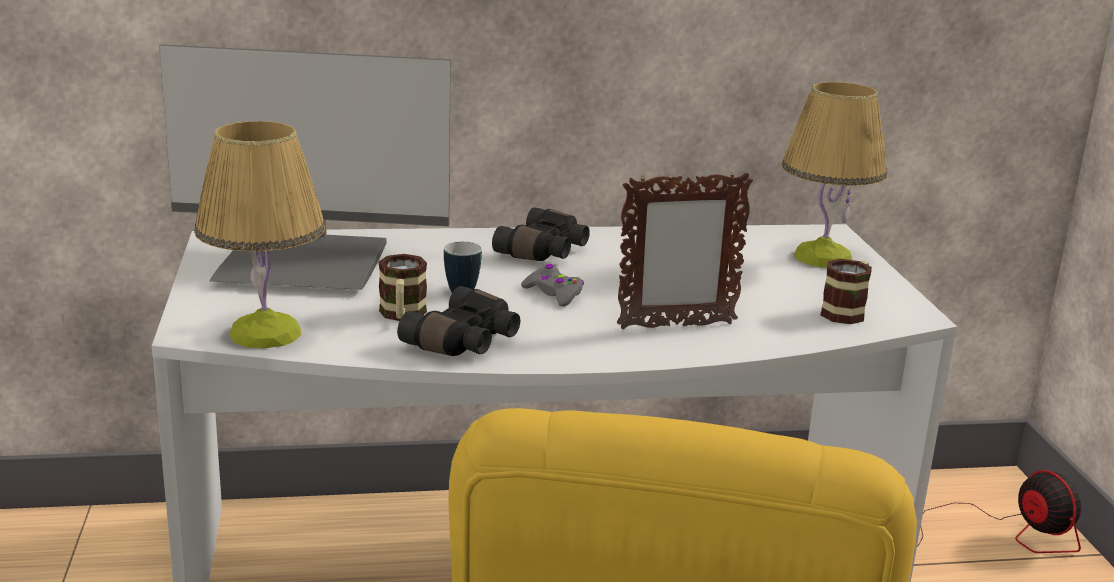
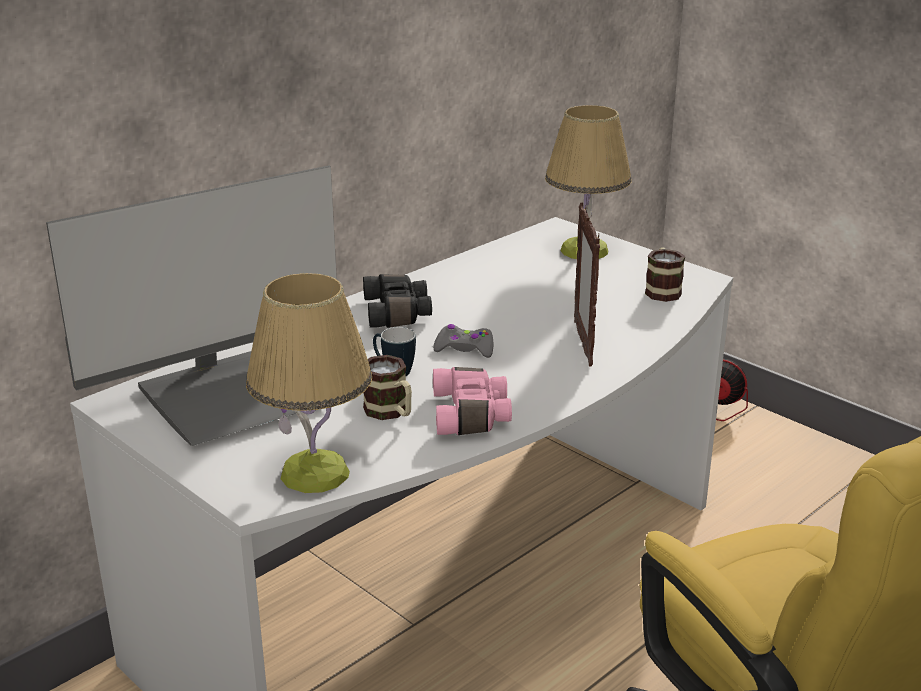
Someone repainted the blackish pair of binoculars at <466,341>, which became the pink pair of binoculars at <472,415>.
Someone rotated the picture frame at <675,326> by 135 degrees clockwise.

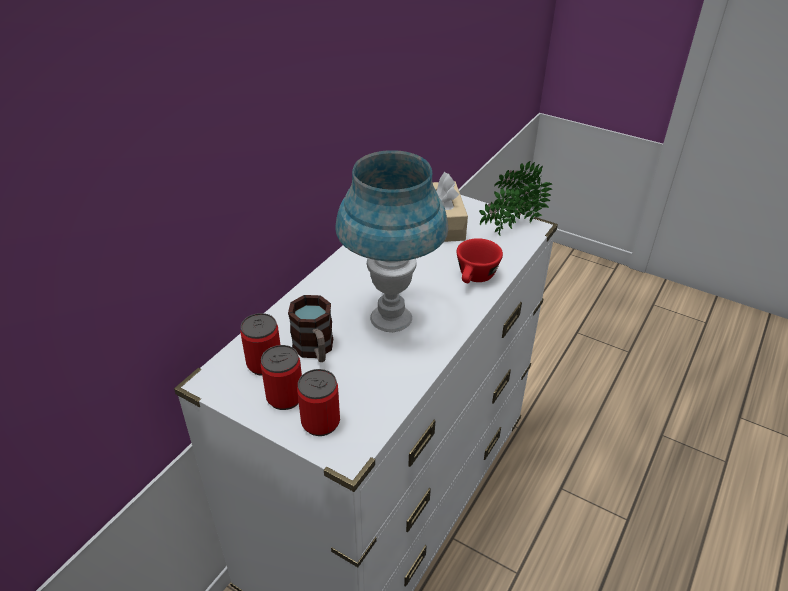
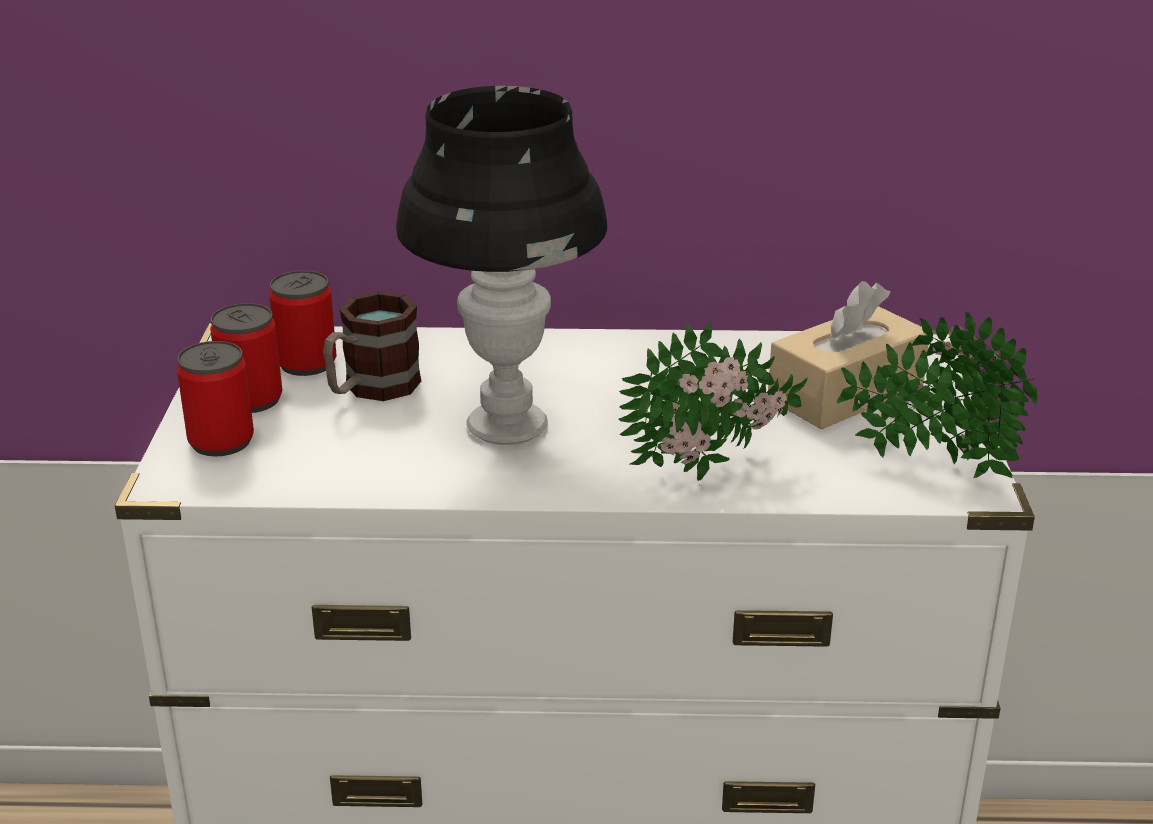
Someone repainted the blue-coloured lamp for a table at <391,319>, which became the blackish lamp for a table at <506,426>.
Someone swapped the reddish drinking cup at <475,278> for the plant in a pot at <714,471>.

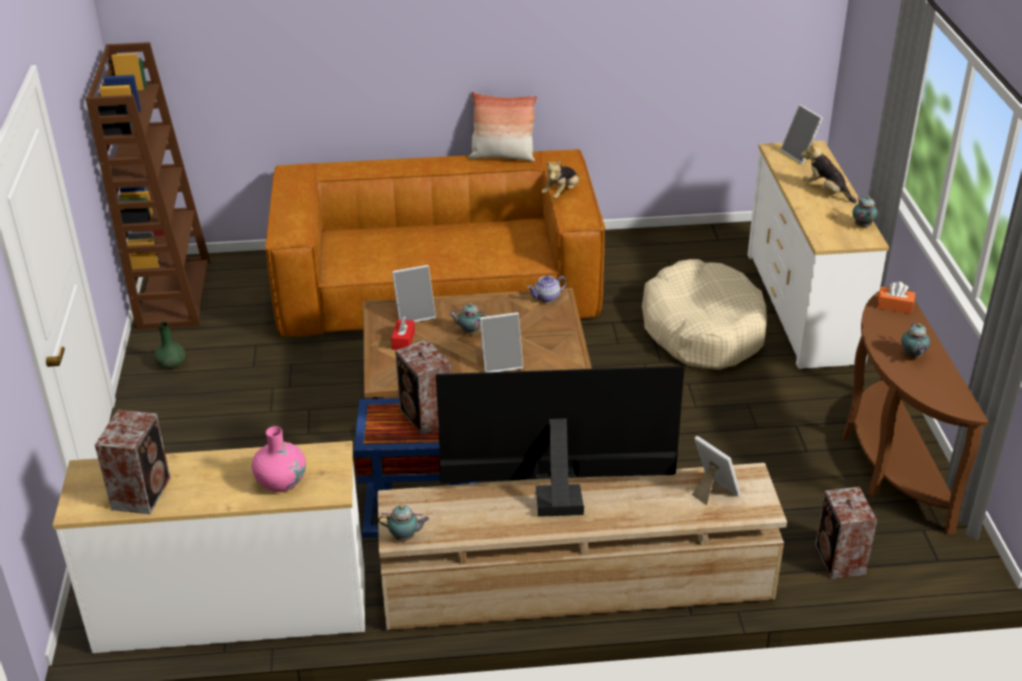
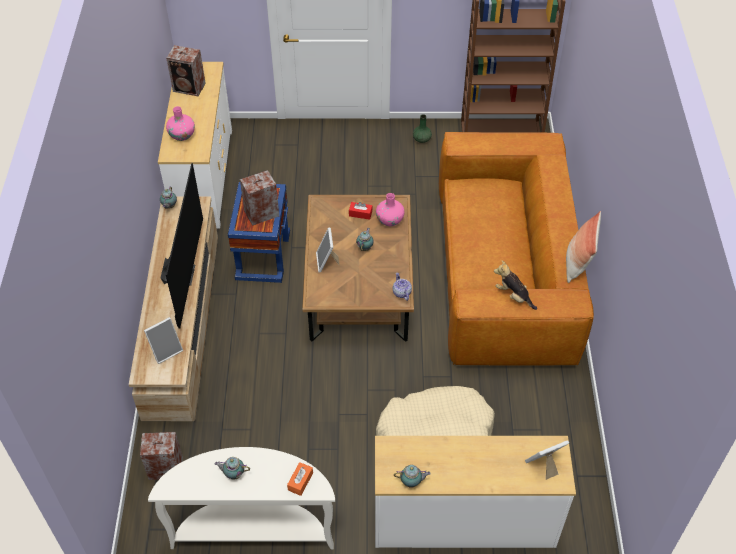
Someone swapped the picture frame at <415,314> for the pink decorative vase at <390,220>.
Someone took away the soft toy at <826,191>.
Someone repainted the brownish console table at <888,462>, which became the white console table at <253,528>.

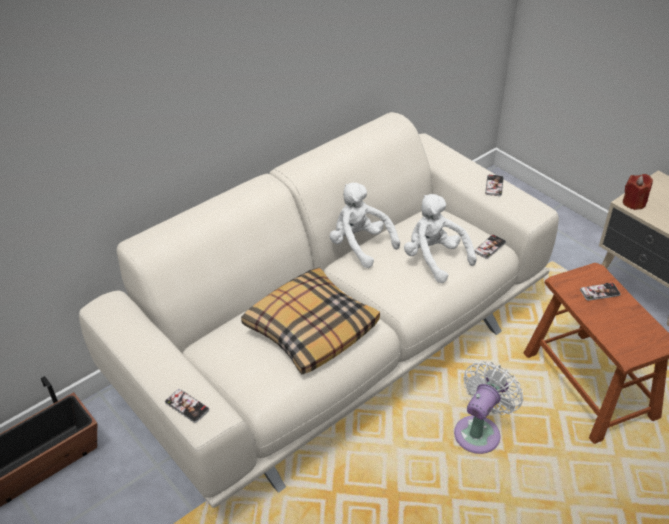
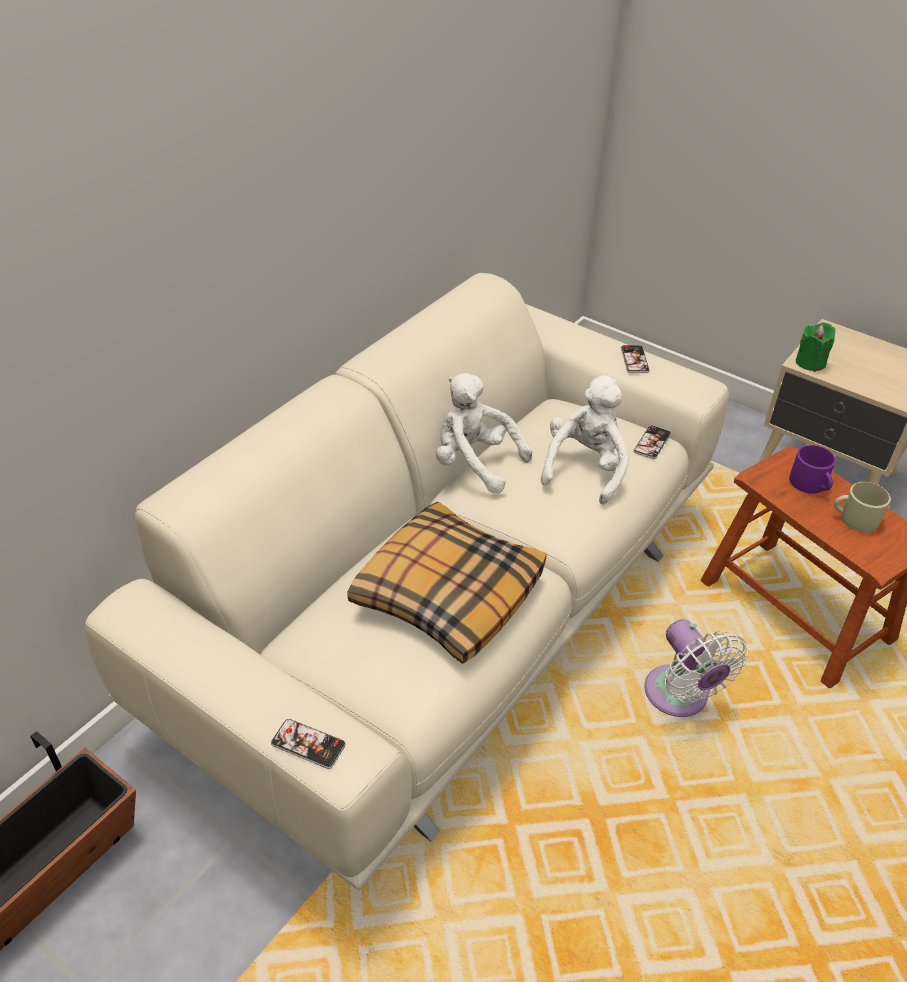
Someone rotated the white soft toy at <434,258> by 75 degrees clockwise.
Someone rotated the white cooling fan at <479,431> by 135 degrees clockwise.
Someone swapped the phone at <599,292> for the purple-coloured mug at <810,484>.
Someone repainted the reddish wax candle at <634,203>, which became the greenish wax candle at <810,363>.
Someone put down the beige-coloured mug at <854,518>.

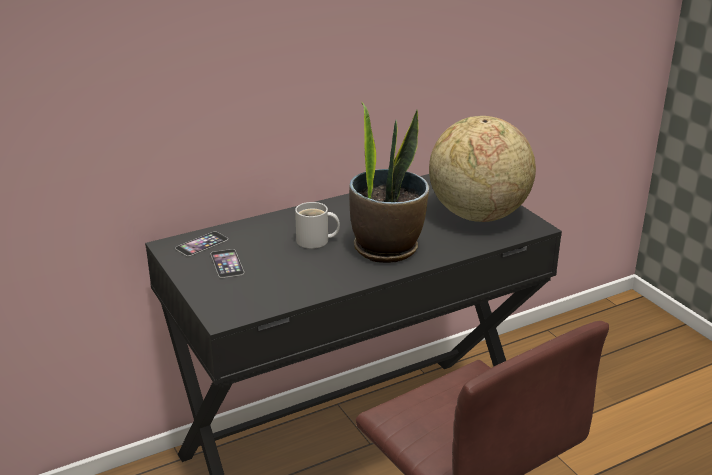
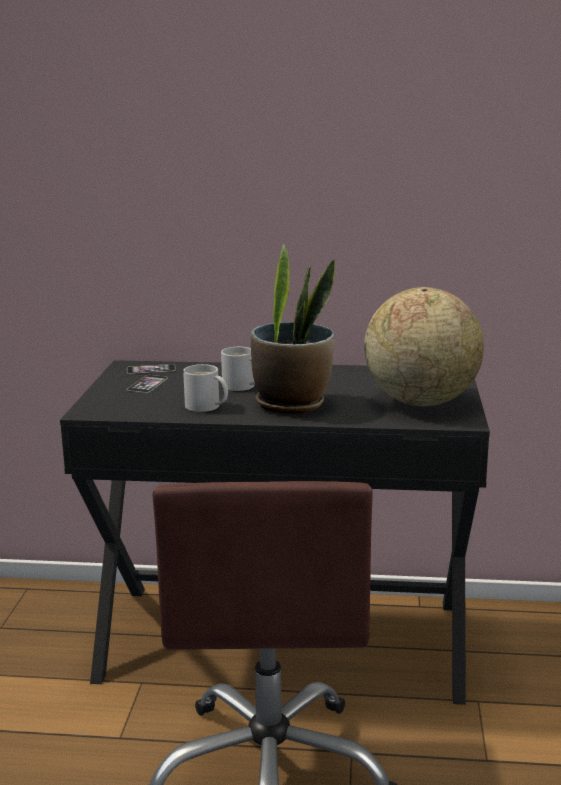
Someone put down the white mug at <204,407>.

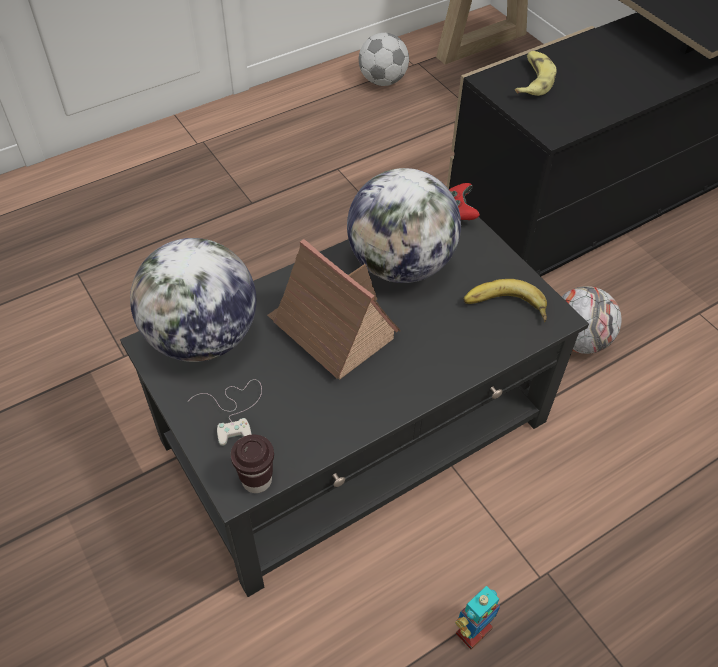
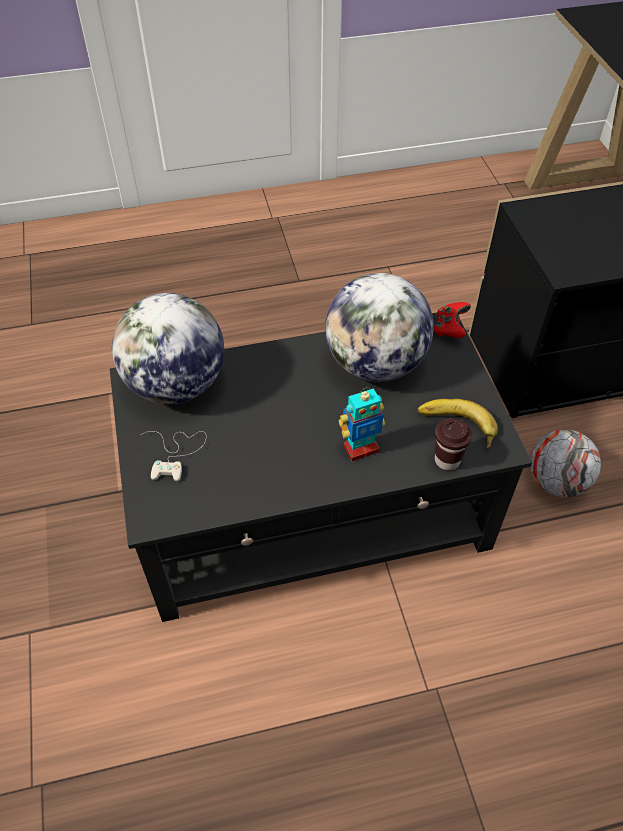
Someone carried the brownish drinking cup from <257,480> to <447,460>.
Someone took away the miniature house at <331,329>.
Someone took away the football ball at <383,81>.
Someone carried the toy robot from <473,630> to <361,448>.
Someone took away the whole banana at <533,80>.

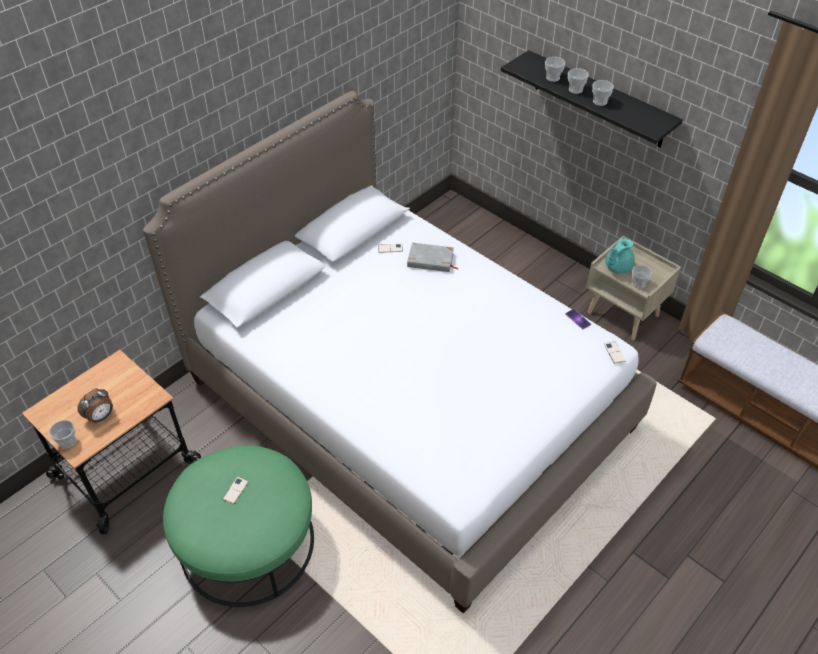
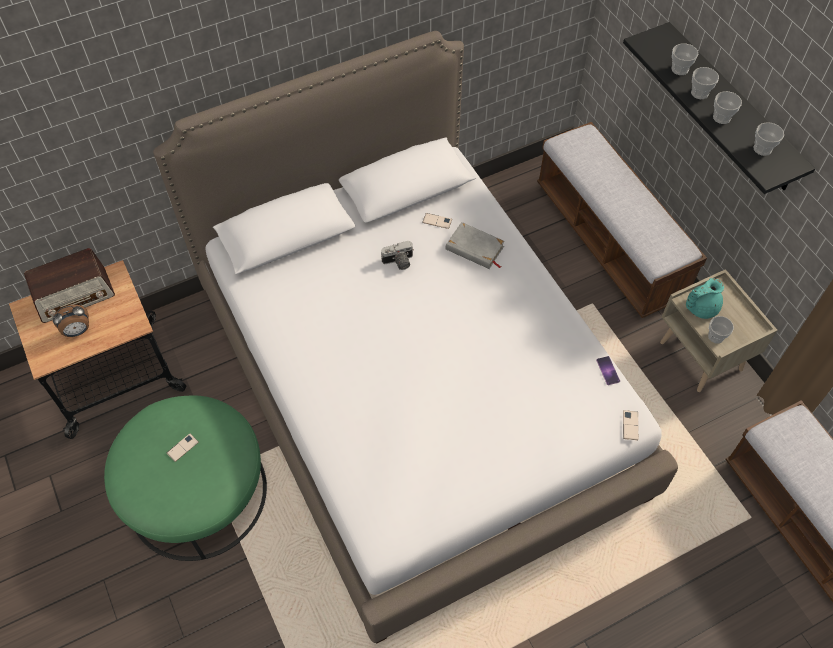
Someone carried the drinking cup from <67,442> to <762,149>.
Someone put down the radio receiver at <75,295>.
Someone put down the still camera at <398,262>.
Someone put down the long seat at <609,241>.

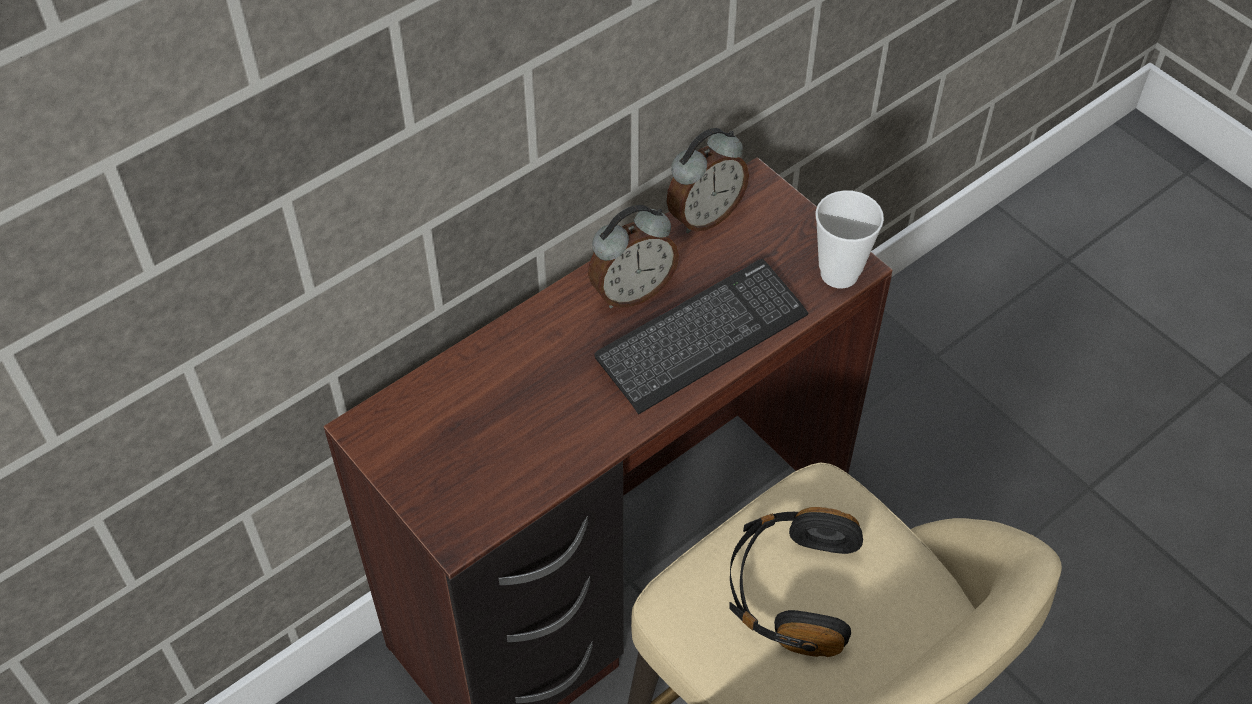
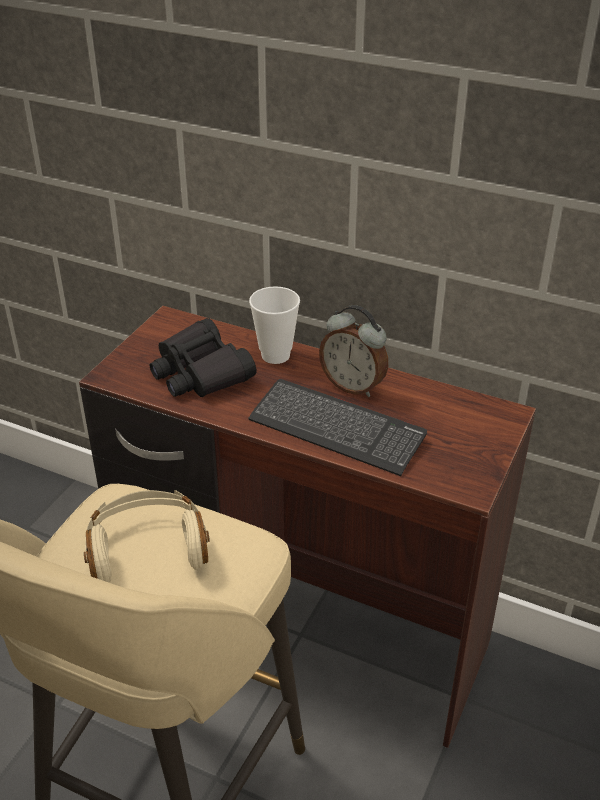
Someone took away the bedside clock at <704,216>.
Someone repainted the blackish headphones at <790,590>, which became the beige-coloured headphones at <147,548>.
Someone carried the drinking cup from <839,273> to <275,355>.
Someone put down the blackish pair of binoculars at <200,373>.

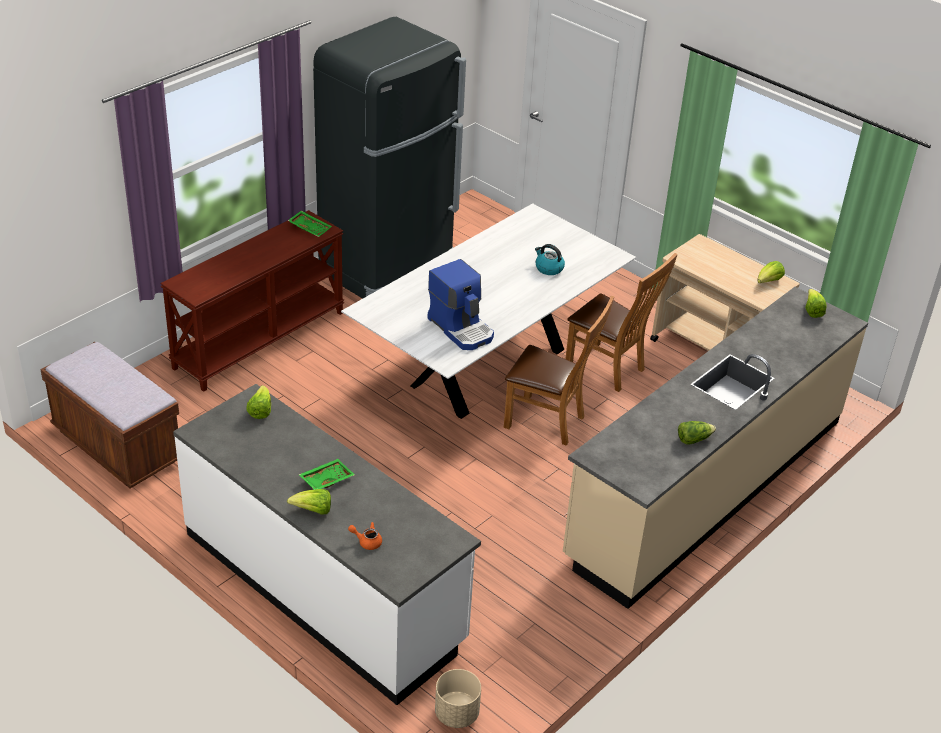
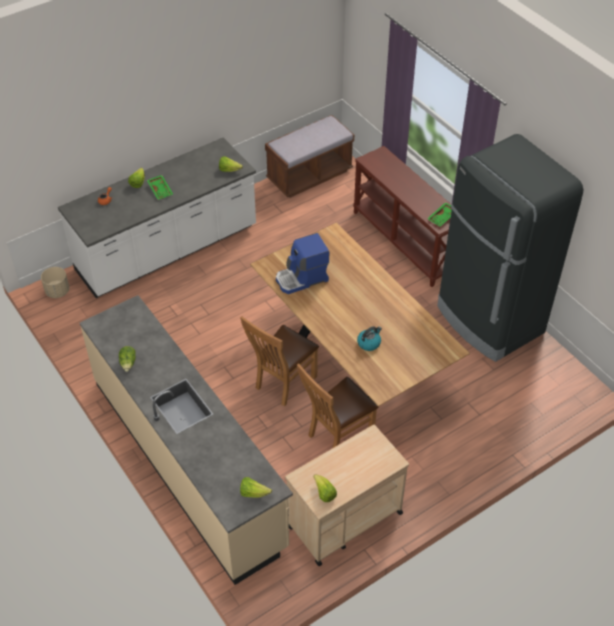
Someone repainted the white kitchen table at <487,368>, which became the brownish kitchen table at <352,359>.

